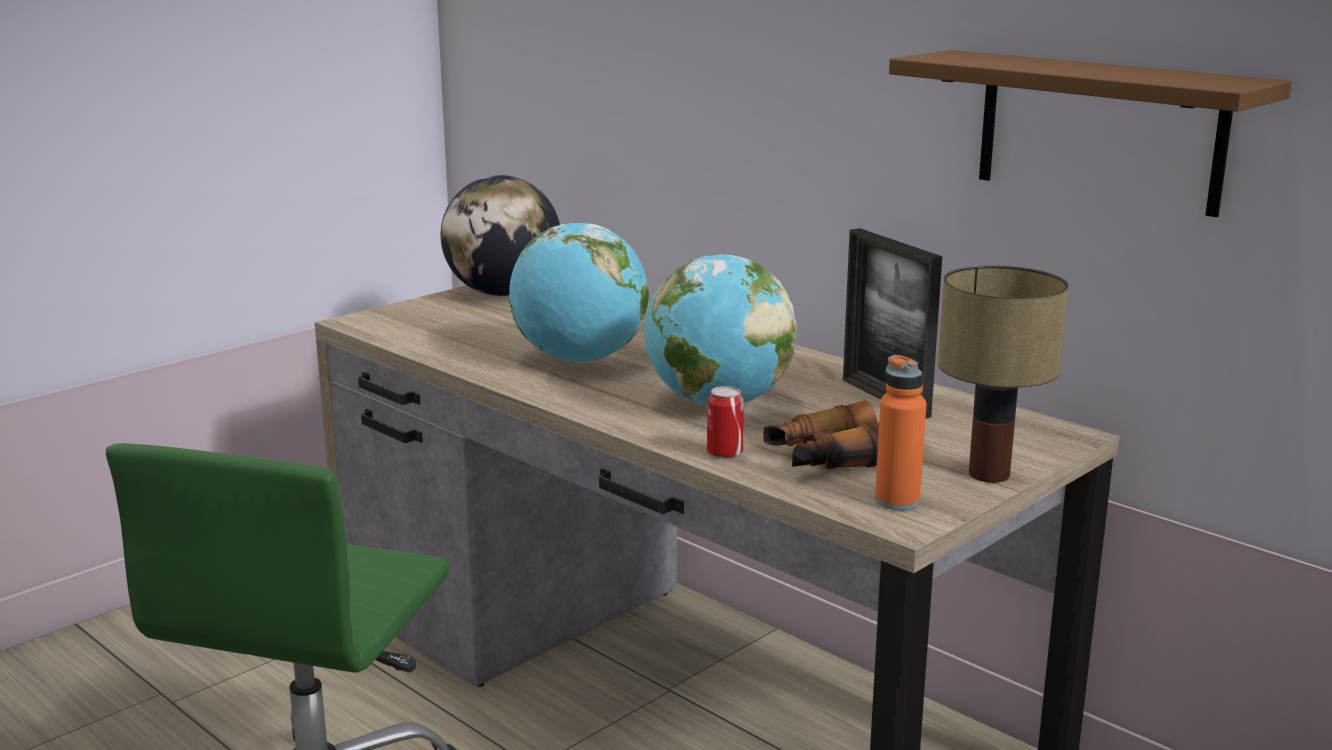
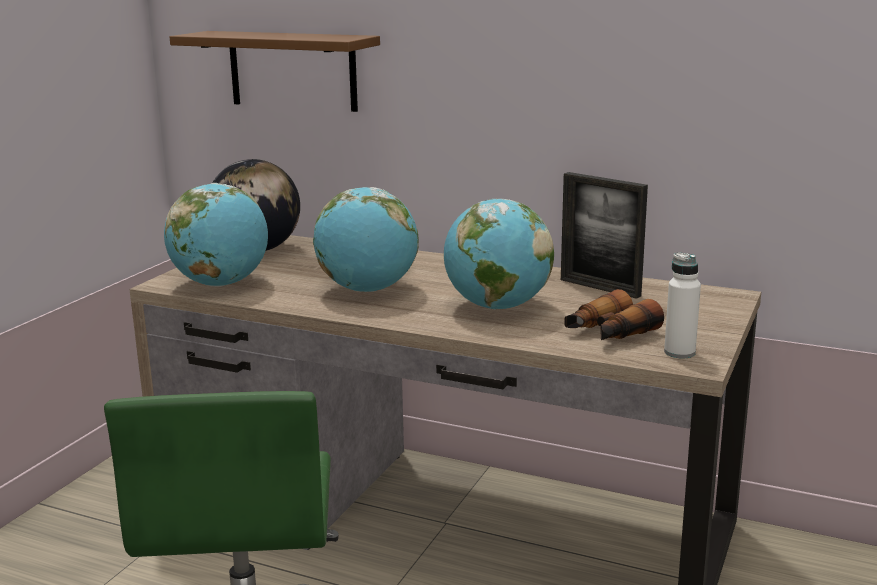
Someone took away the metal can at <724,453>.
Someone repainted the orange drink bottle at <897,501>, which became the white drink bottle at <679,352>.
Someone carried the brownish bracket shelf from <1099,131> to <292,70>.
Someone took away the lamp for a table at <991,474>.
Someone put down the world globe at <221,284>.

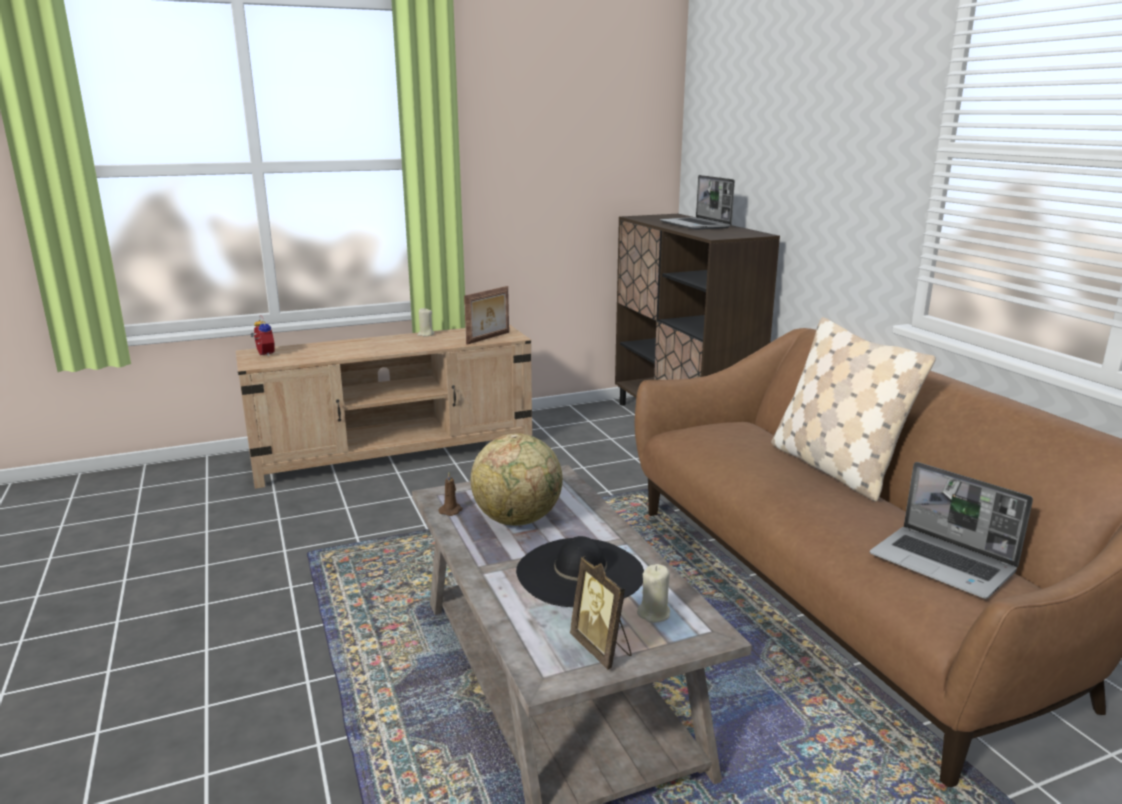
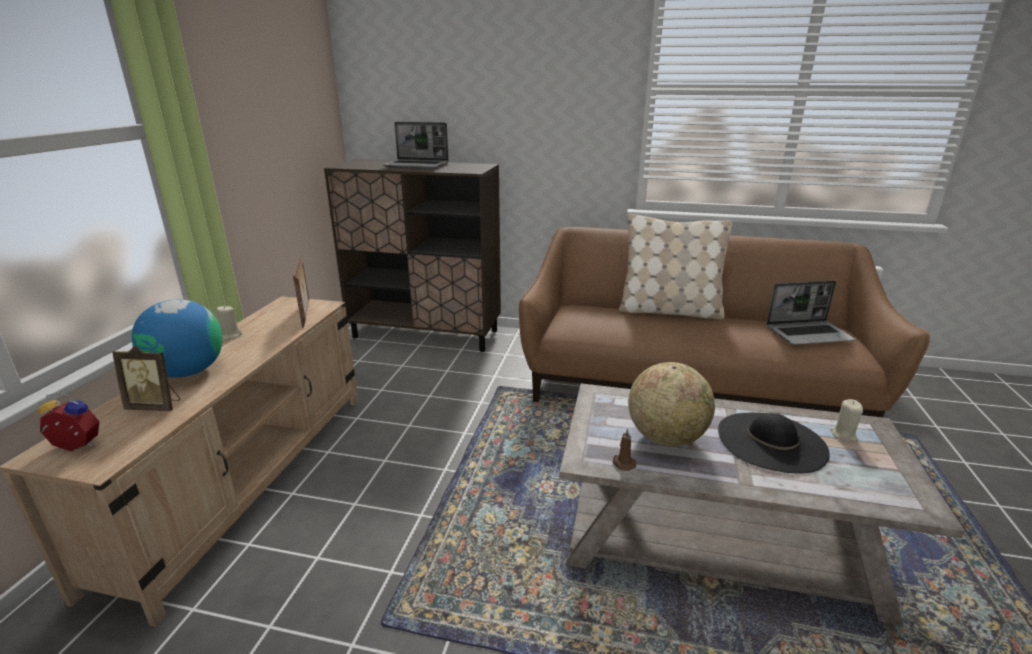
Someone carried the picture frame from <602,649> to <156,406>.
Someone put down the world globe at <188,371>.

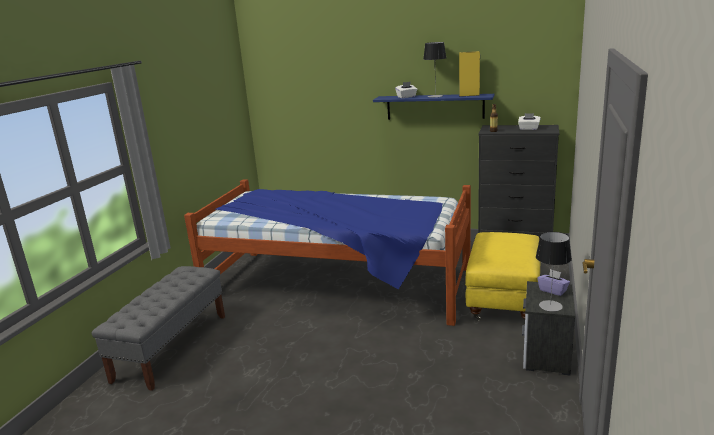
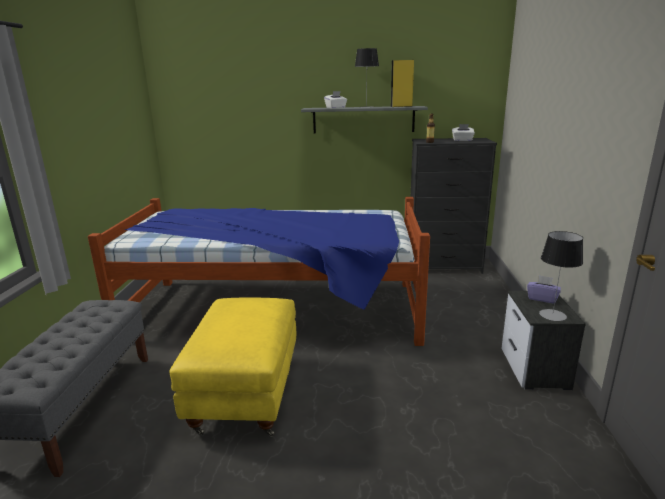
Someone repainted the blue-coloured bracket shelf at <435,107>, which became the grey bracket shelf at <363,119>.
Someone carried the yellow ottoman from <502,300> to <245,393>.

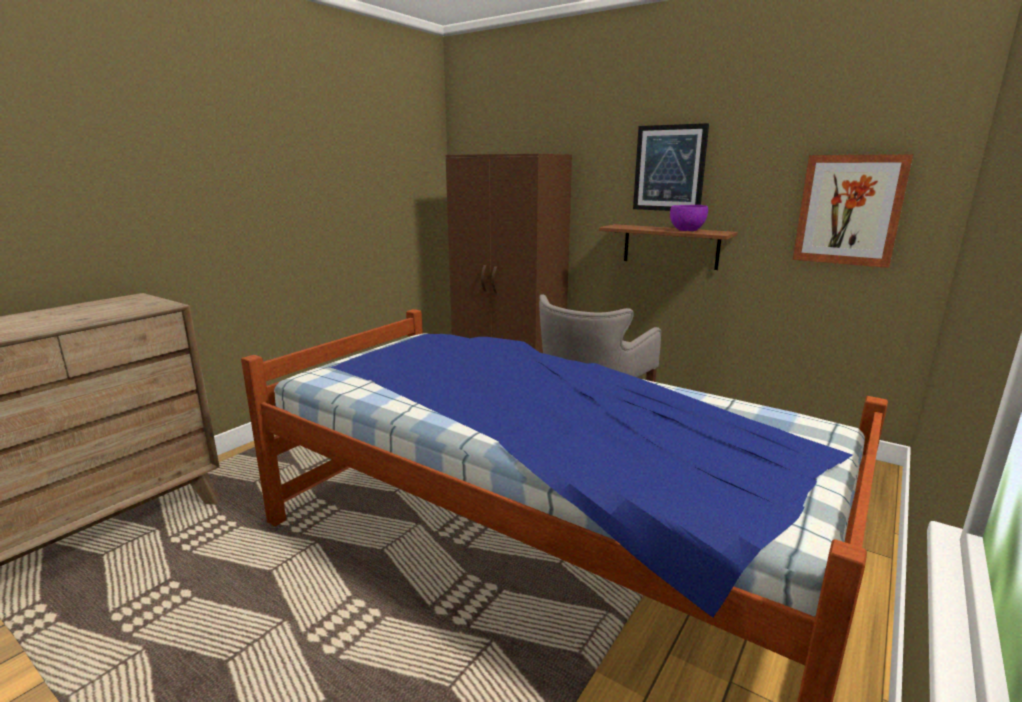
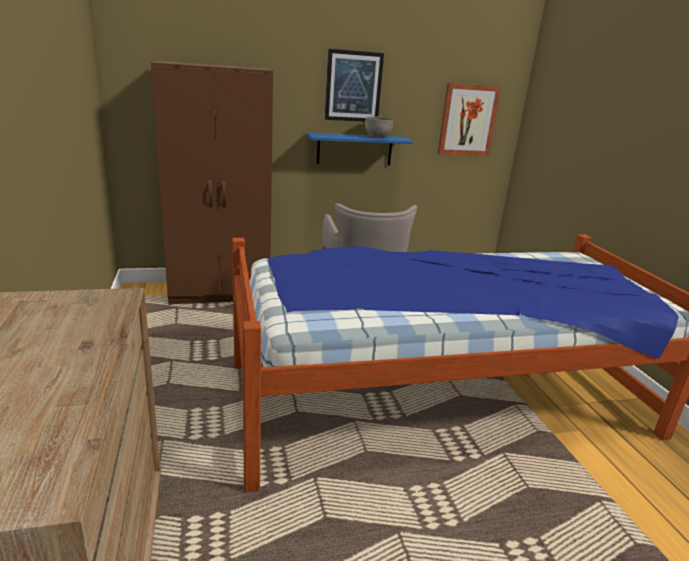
Someone repainted the brownish bracket shelf at <670,246>, which became the blue-coloured bracket shelf at <354,149>.
Someone repainted the purple-coloured deep dish at <687,230>, which became the grey deep dish at <377,137>.

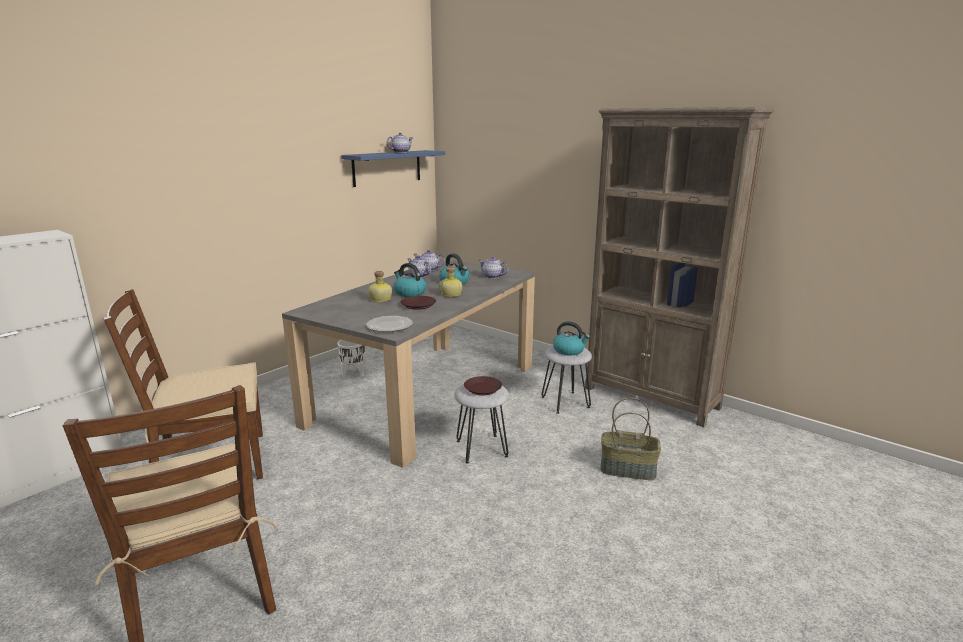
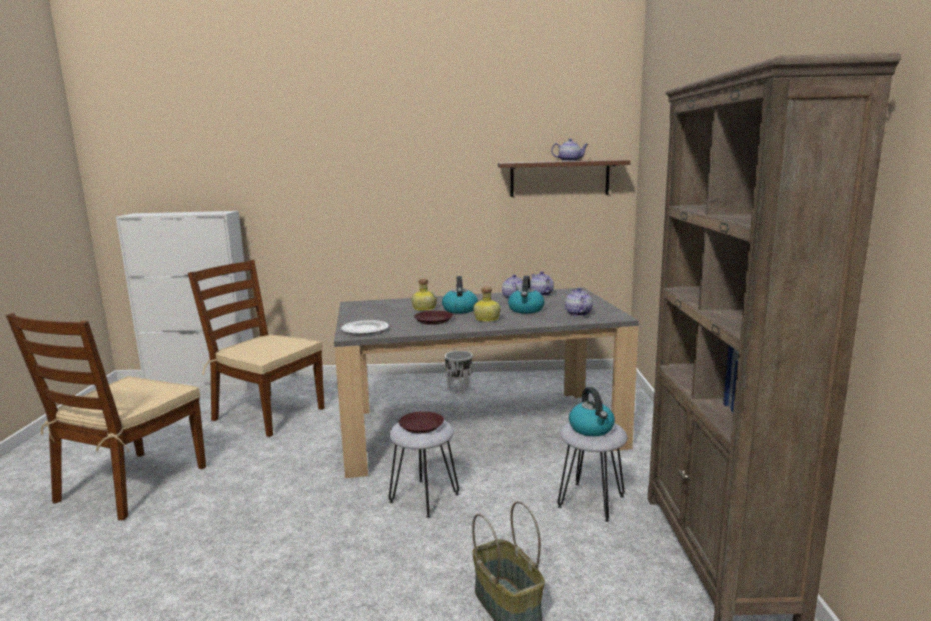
Someone repainted the blue-coloured bracket shelf at <387,168>, which became the brownish bracket shelf at <559,178>.

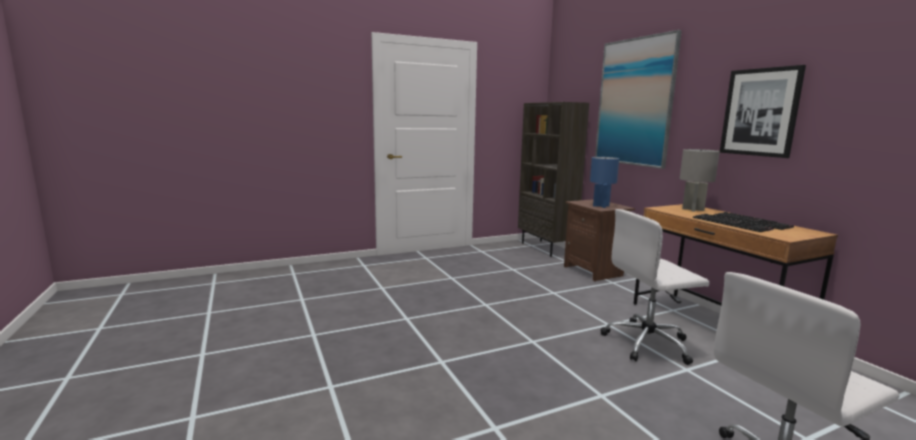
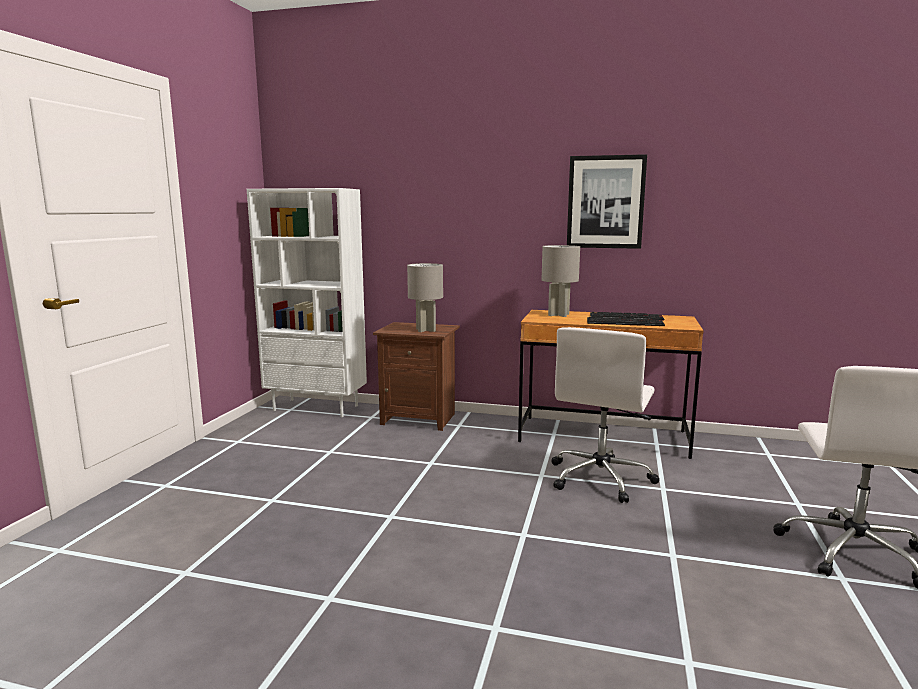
Someone repainted the brownish bookcase at <546,248>, which became the white bookcase at <317,407>.
Someone repainted the blue-coloured lamp for a table at <600,206>, which became the grey lamp for a table at <425,330>.
Someone took away the picture at <634,102>.

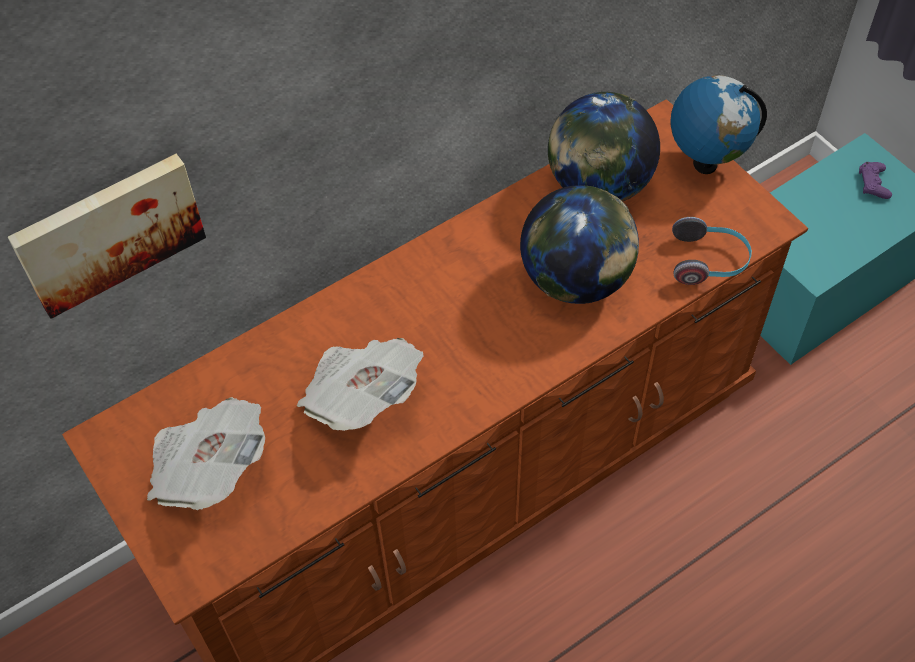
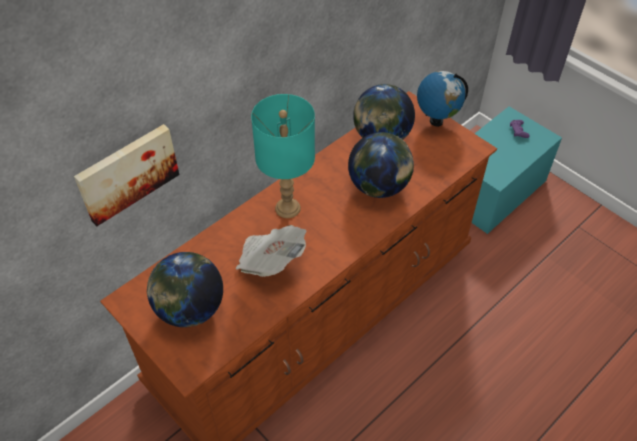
Someone swapped the printed paper at <209,469> for the world globe at <190,309>.
Someone took away the headphones at <709,262>.
Someone put down the turquoise lamp for a table at <288,208>.

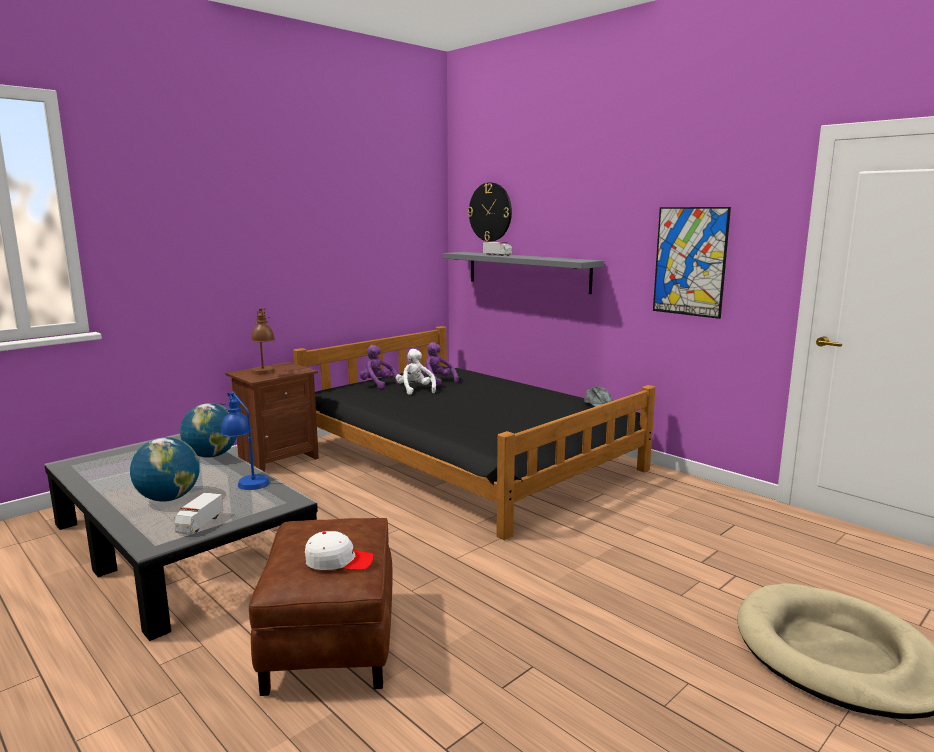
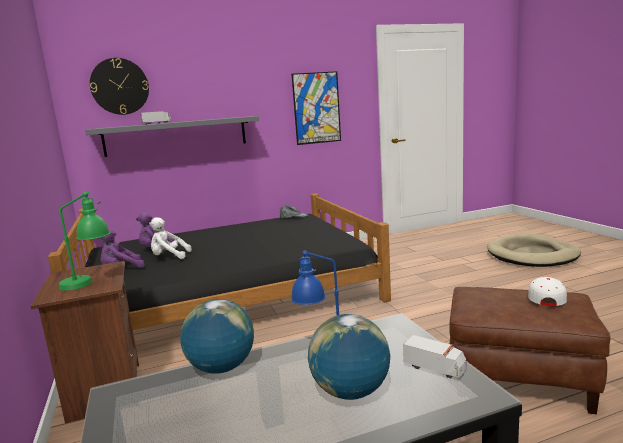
Someone repainted the brownish lamp for a table at <264,374>, which became the greenish lamp for a table at <89,283>.

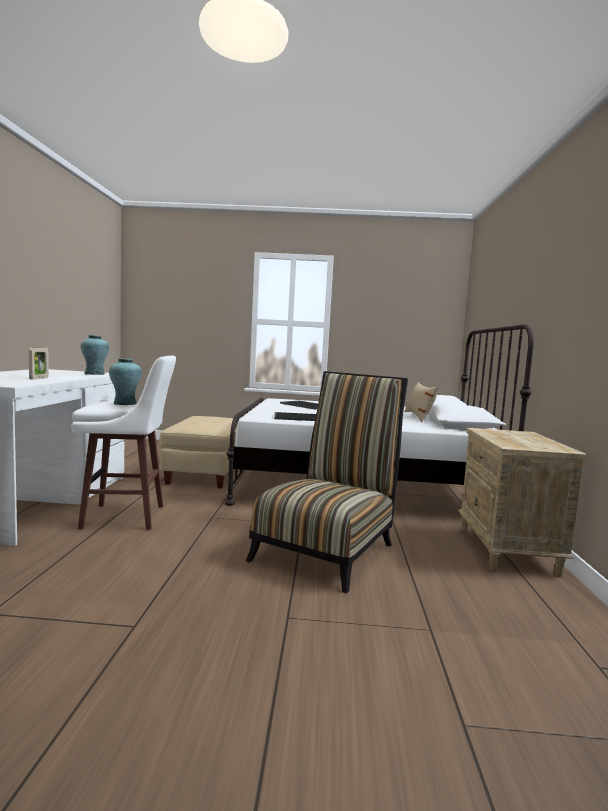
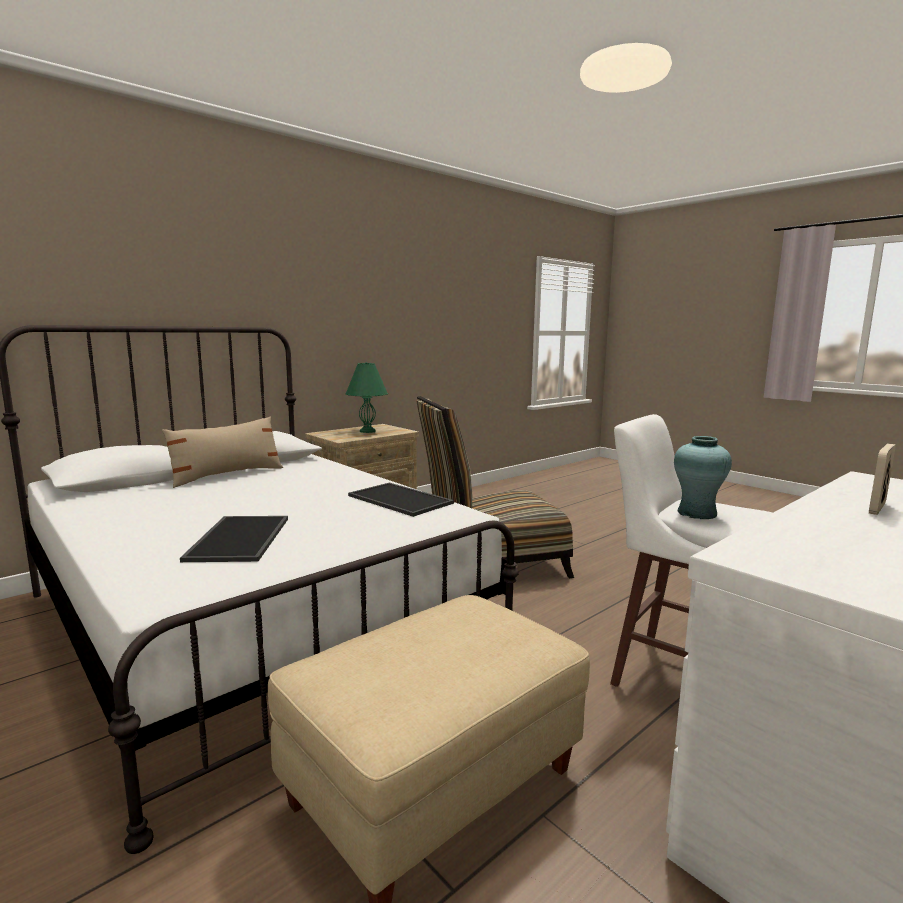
Someone took away the turquoise decorative vase at <94,374>.
Someone put down the greenish lamp for a table at <367,431>.

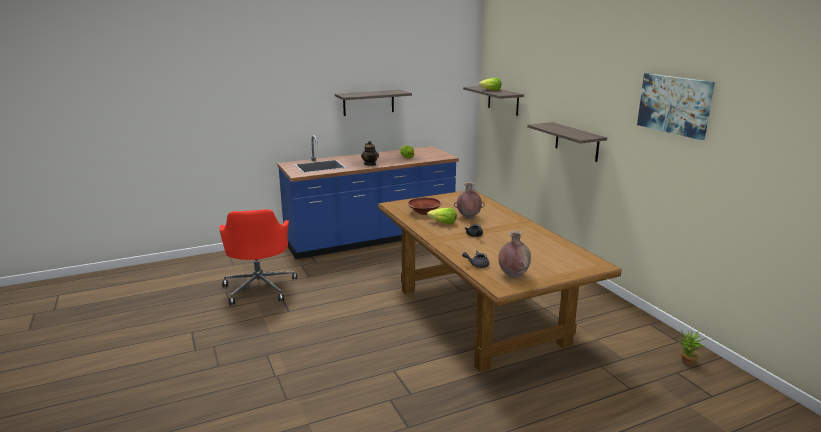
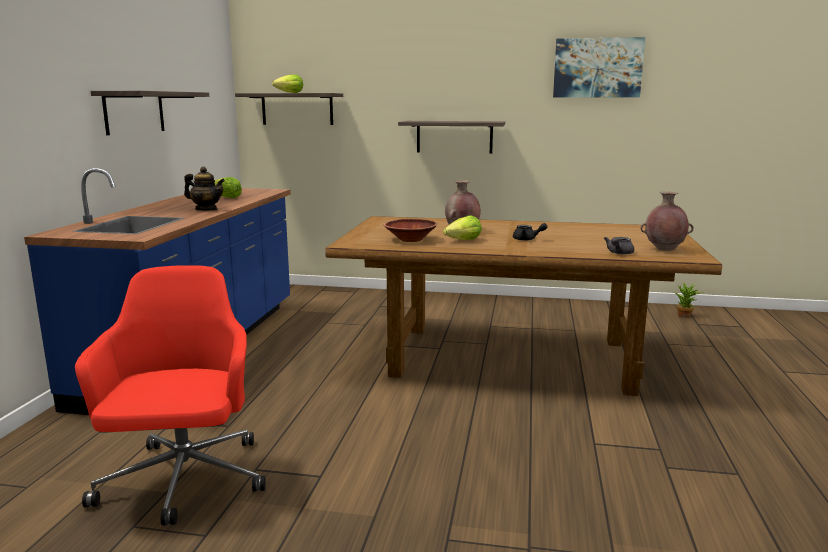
Someone rotated the reddish office chair at <260,287> by 120 degrees counterclockwise.

